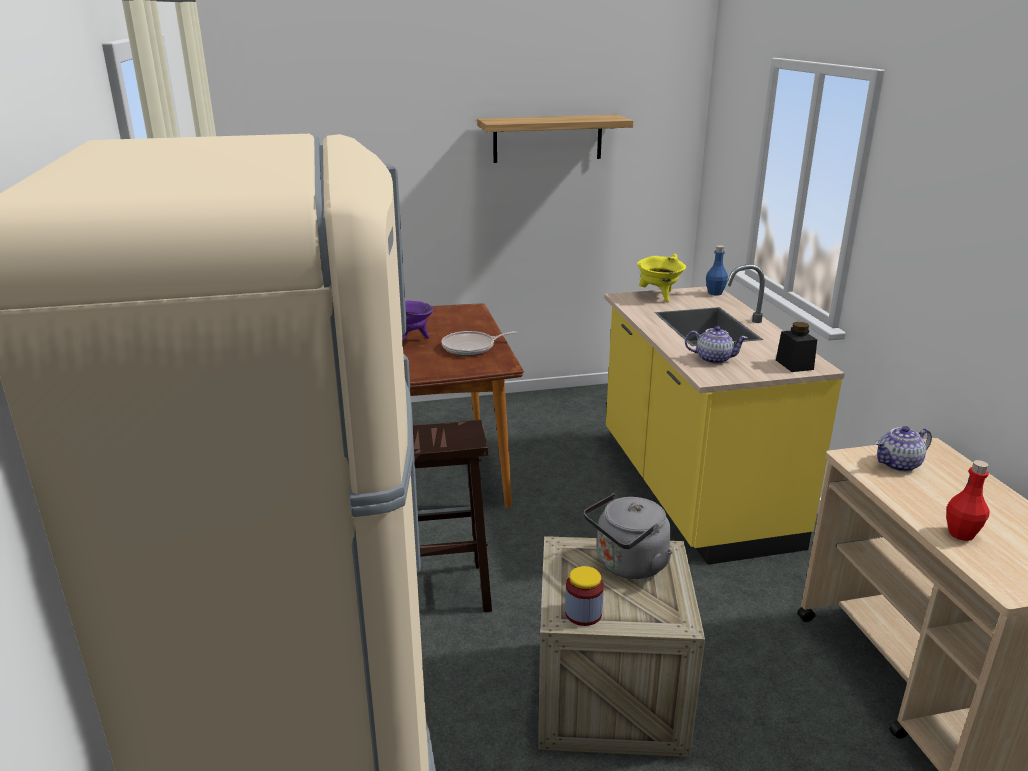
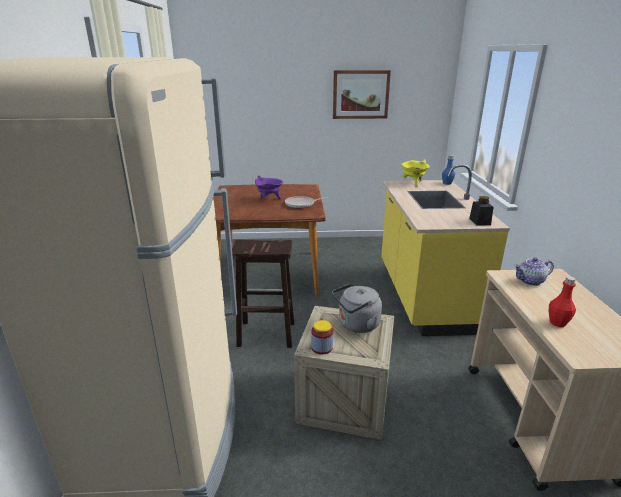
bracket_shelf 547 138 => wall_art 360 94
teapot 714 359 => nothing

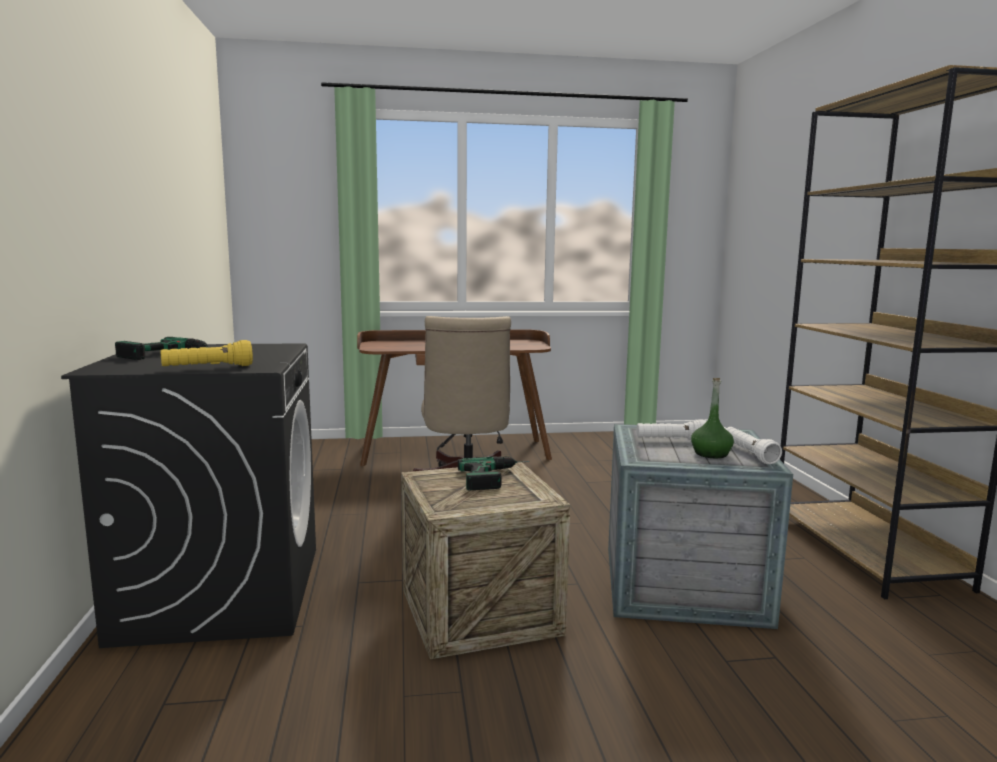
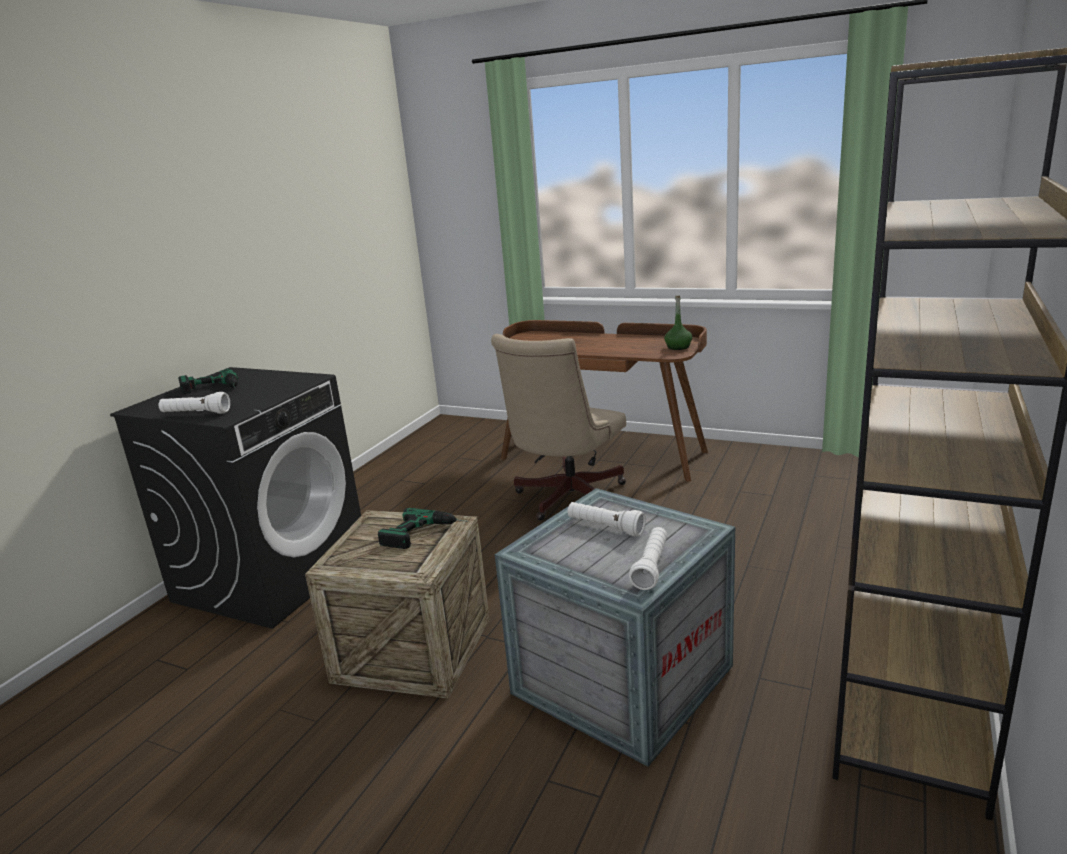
yellowish_flashlight 208 368 => whitish_flashlight 196 414
green-coloured_bottle 710 454 => green-coloured_bottle 678 347, move

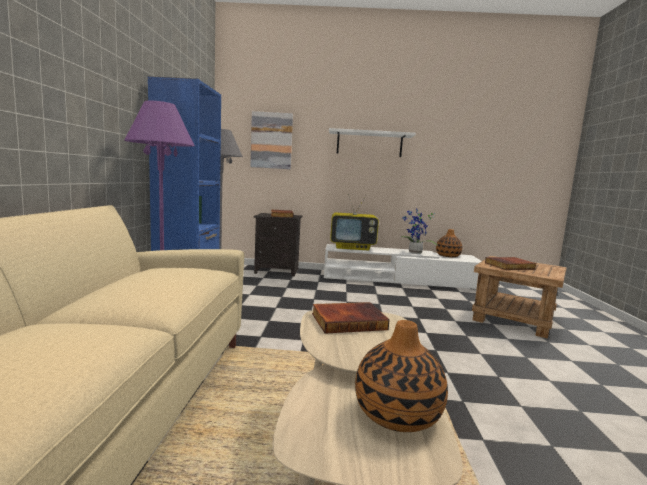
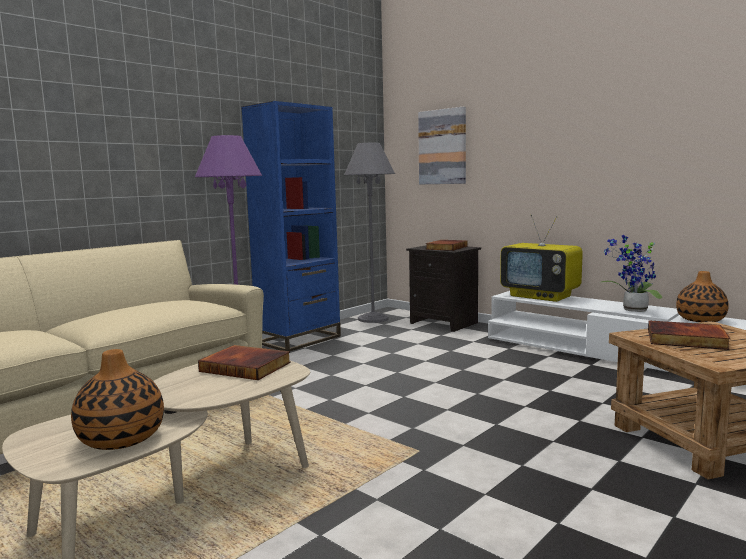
whitish_bracket_shelf 369 144 => nothing

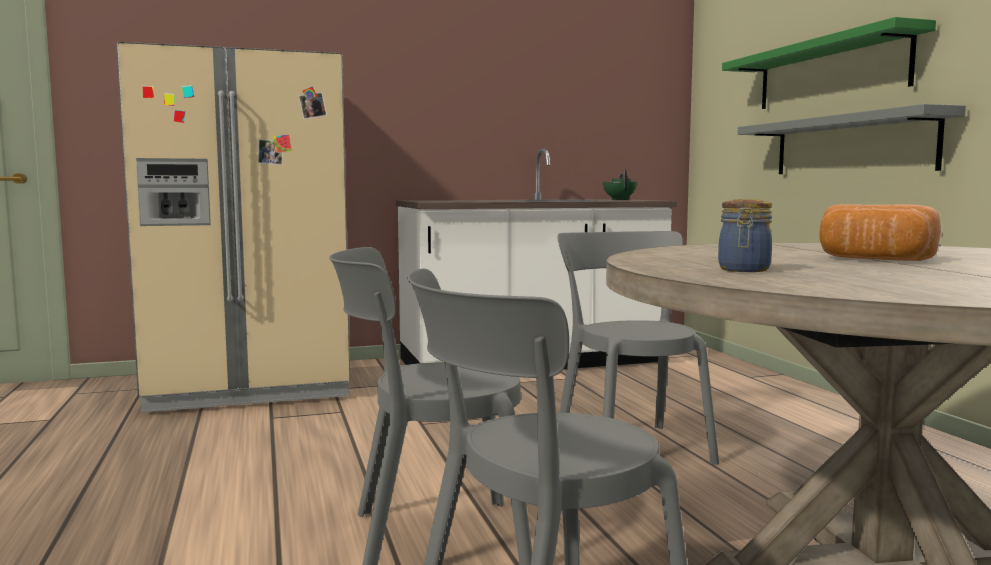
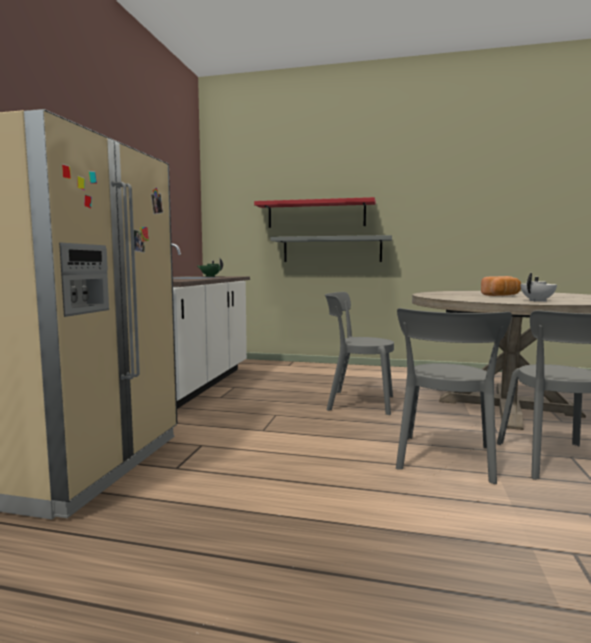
green-coloured_bracket_shelf 830 72 => reddish_bracket_shelf 316 214
preserve_jar 743 270 => whitish_teapot 537 301

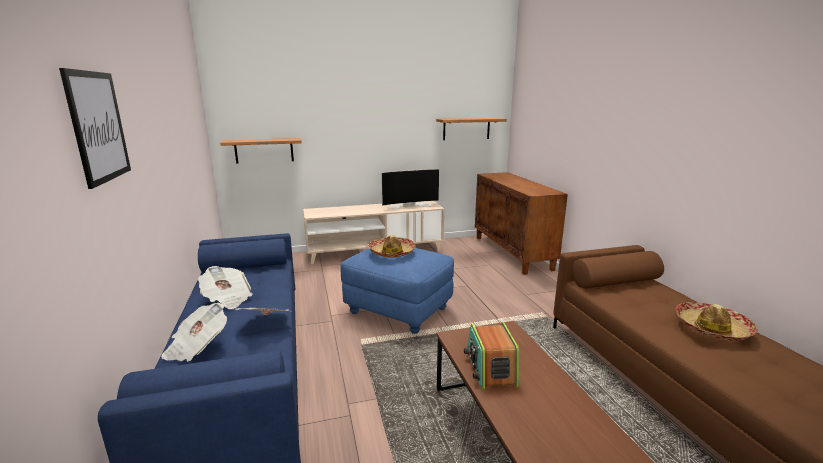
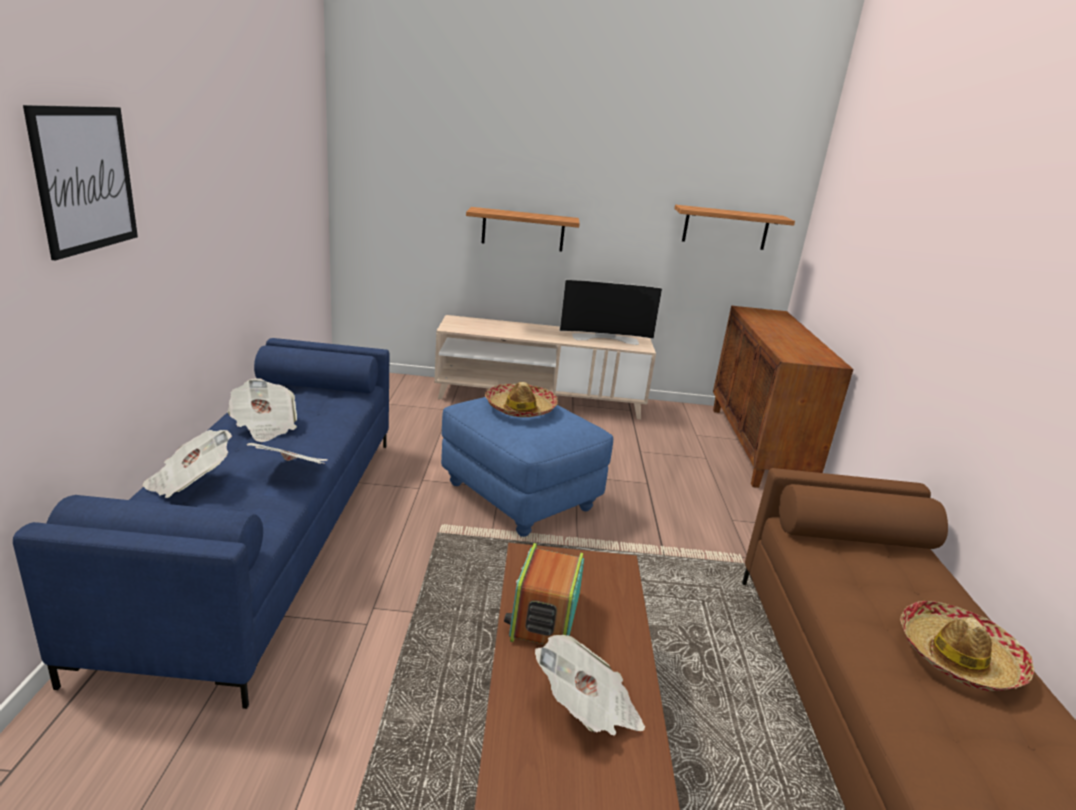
bracket_shelf 264 150 => bracket_shelf 523 229, move
nothing => newspaper 587 709

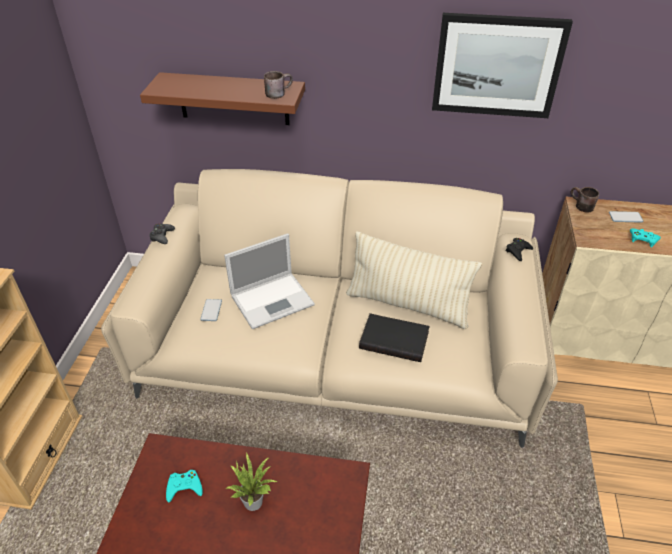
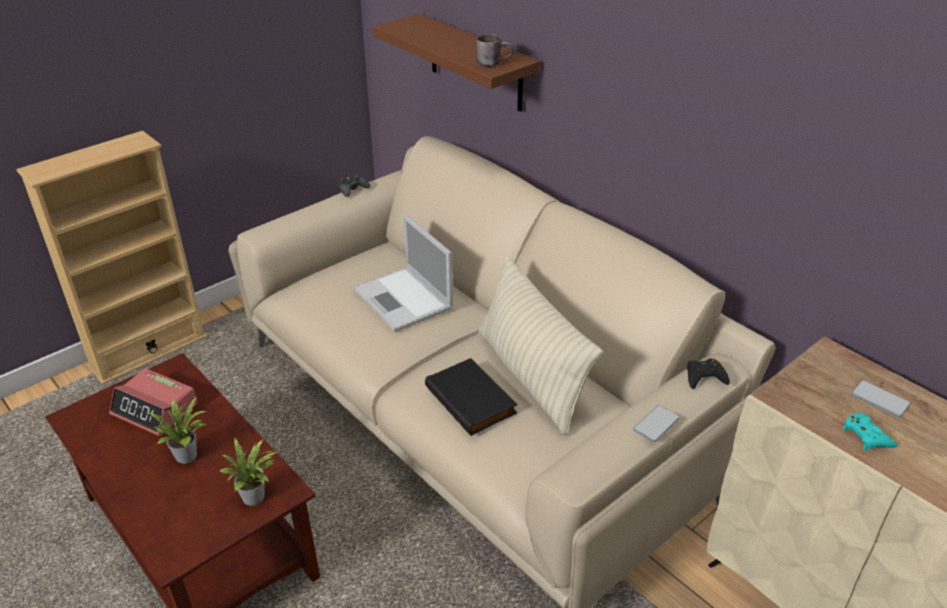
wall_art 497 66 => nothing
brown-coloured_mug 580 206 => nothing
portable_computer 273 299 => portable_computer 404 300, 45 degrees clockwise
telephone 211 310 => telephone 656 424, move
blue-green_game_controller 184 487 => bedside_clock 155 409
nothing => plant_in_a_pot 256 497

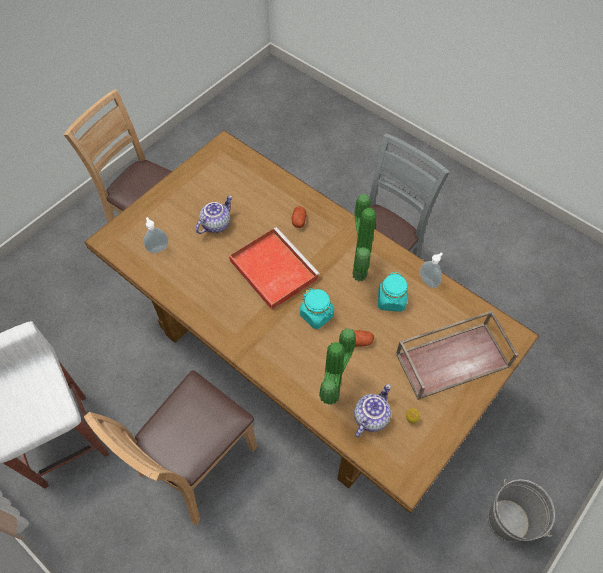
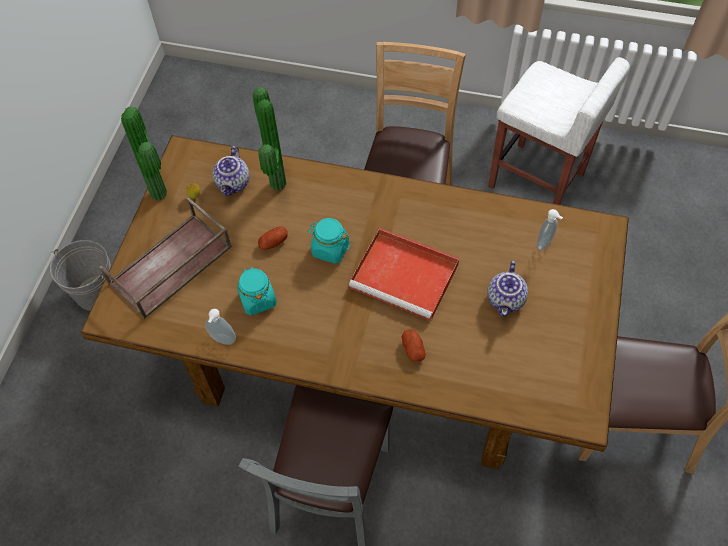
plant_in_a_pot 356 275 => plant_in_a_pot 161 192, move

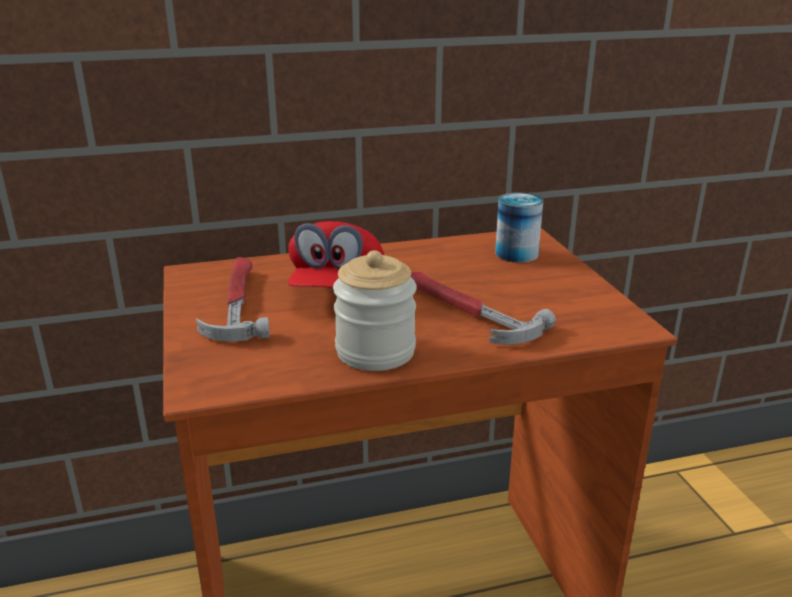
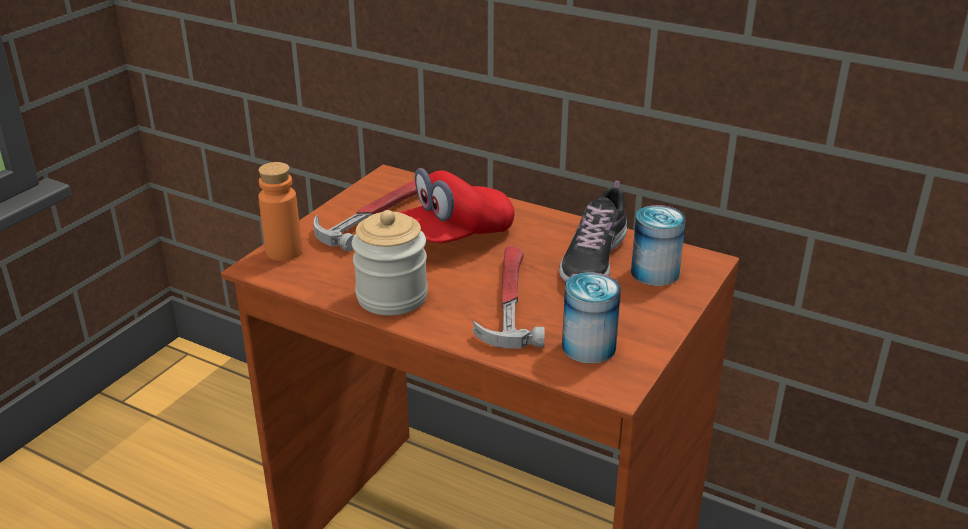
nothing => orangey_bottle 284 251
nothing => shoe 593 259
nothing => sealed_can 588 347

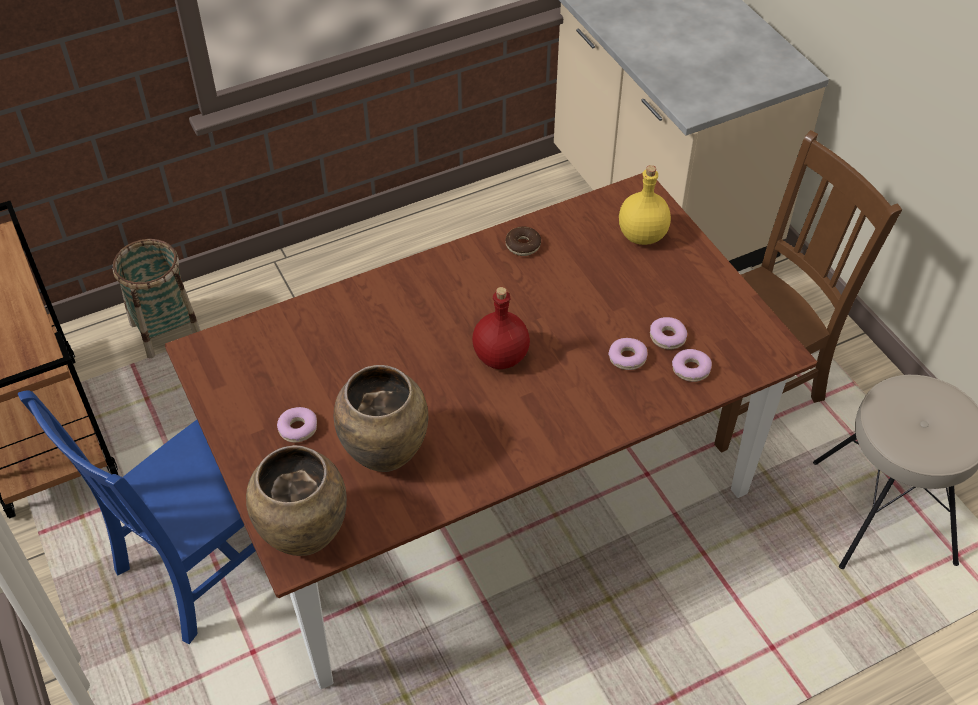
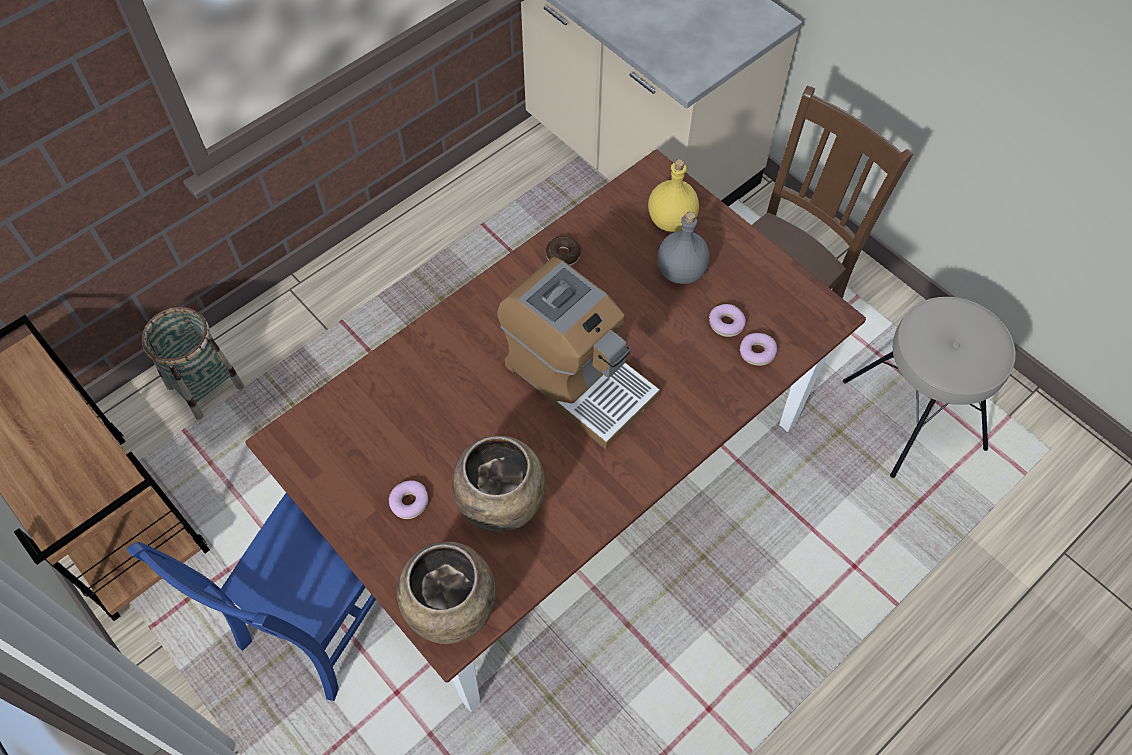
reddish_bottle 500 356 => coffee_machine 578 379
donut 627 358 => nothing
nothing => grey_bottle 682 272

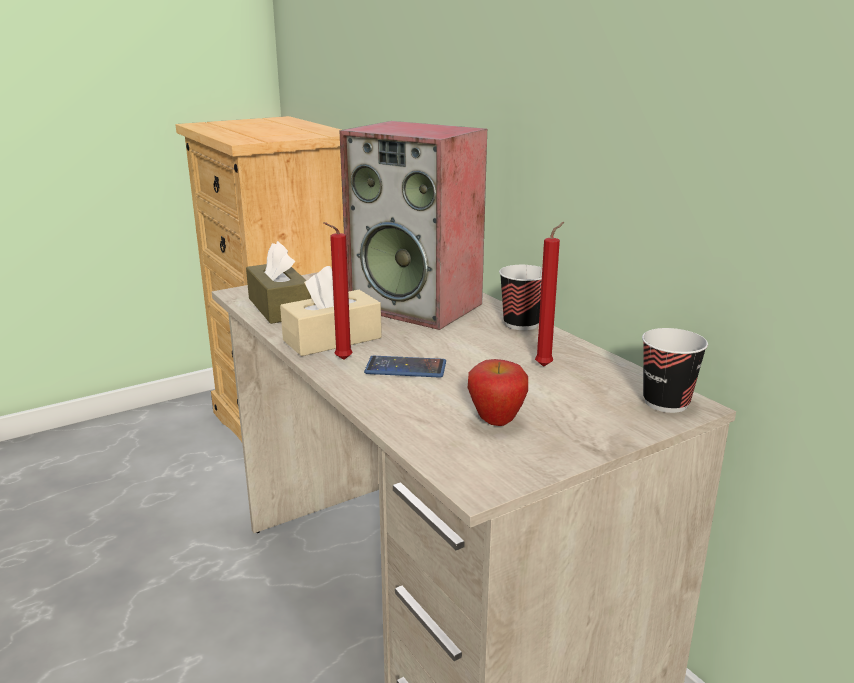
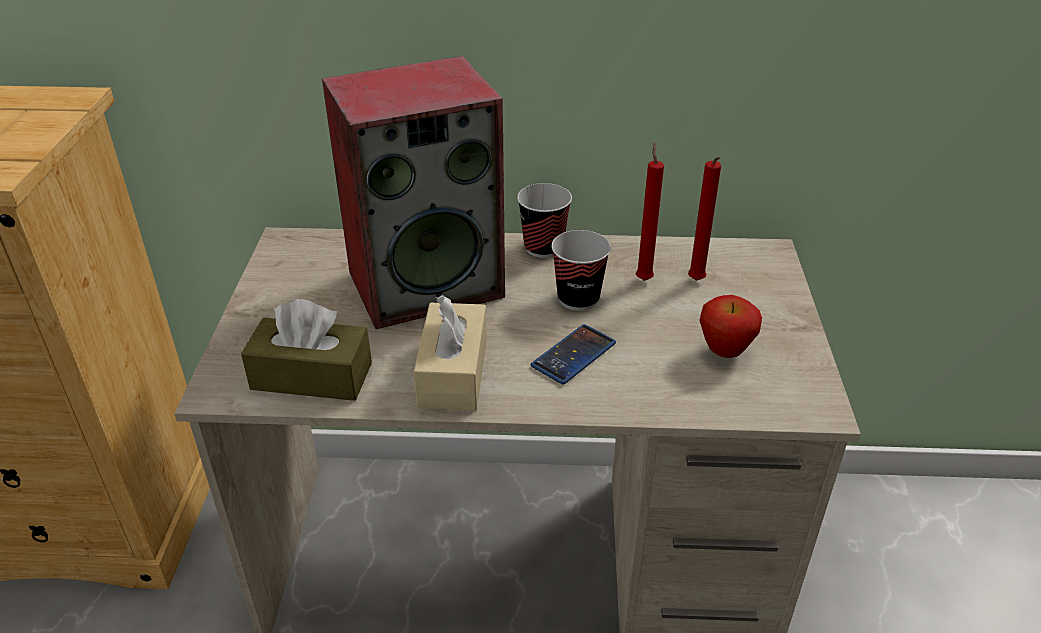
reddish_wax_light 341 360 => reddish_wax_light 696 282, move
drinking_cup 666 402 => drinking_cup 578 299, move

